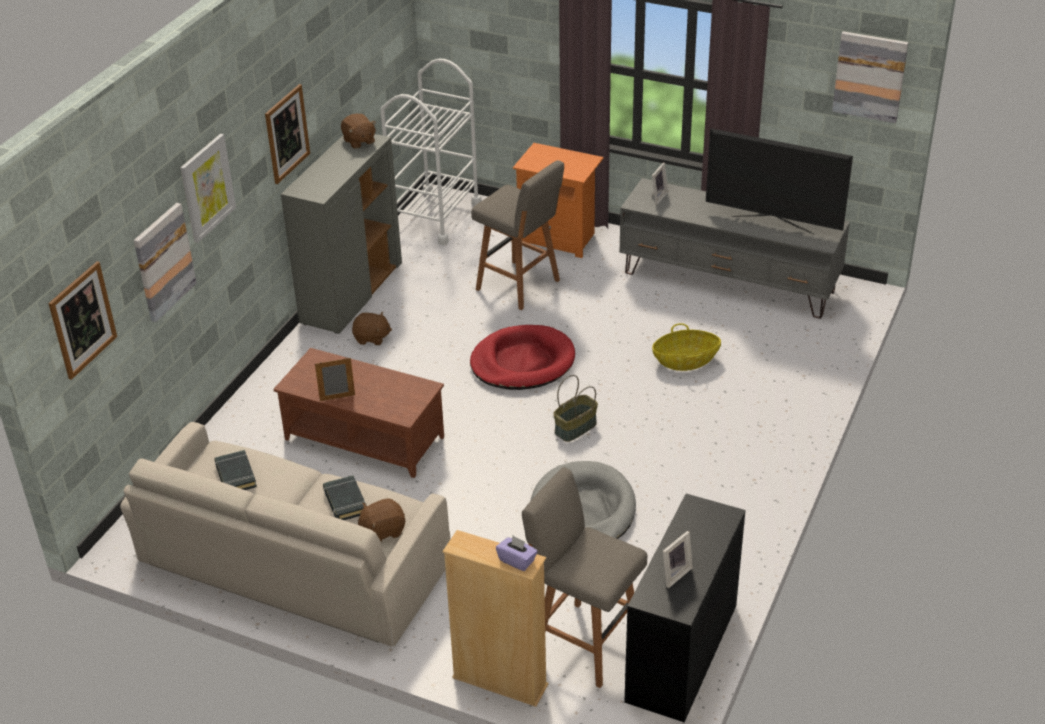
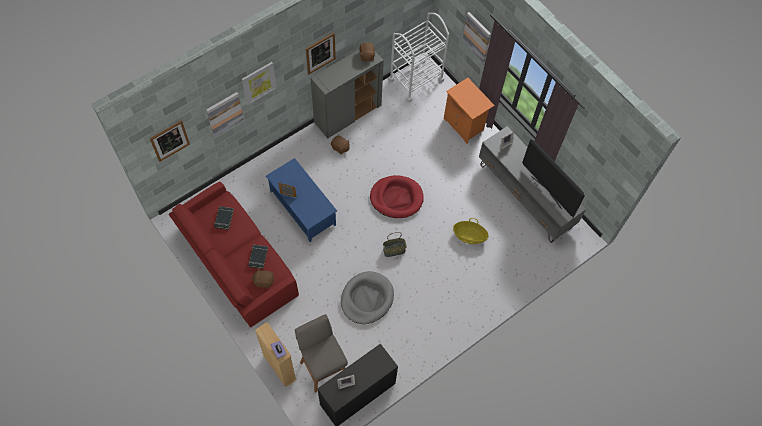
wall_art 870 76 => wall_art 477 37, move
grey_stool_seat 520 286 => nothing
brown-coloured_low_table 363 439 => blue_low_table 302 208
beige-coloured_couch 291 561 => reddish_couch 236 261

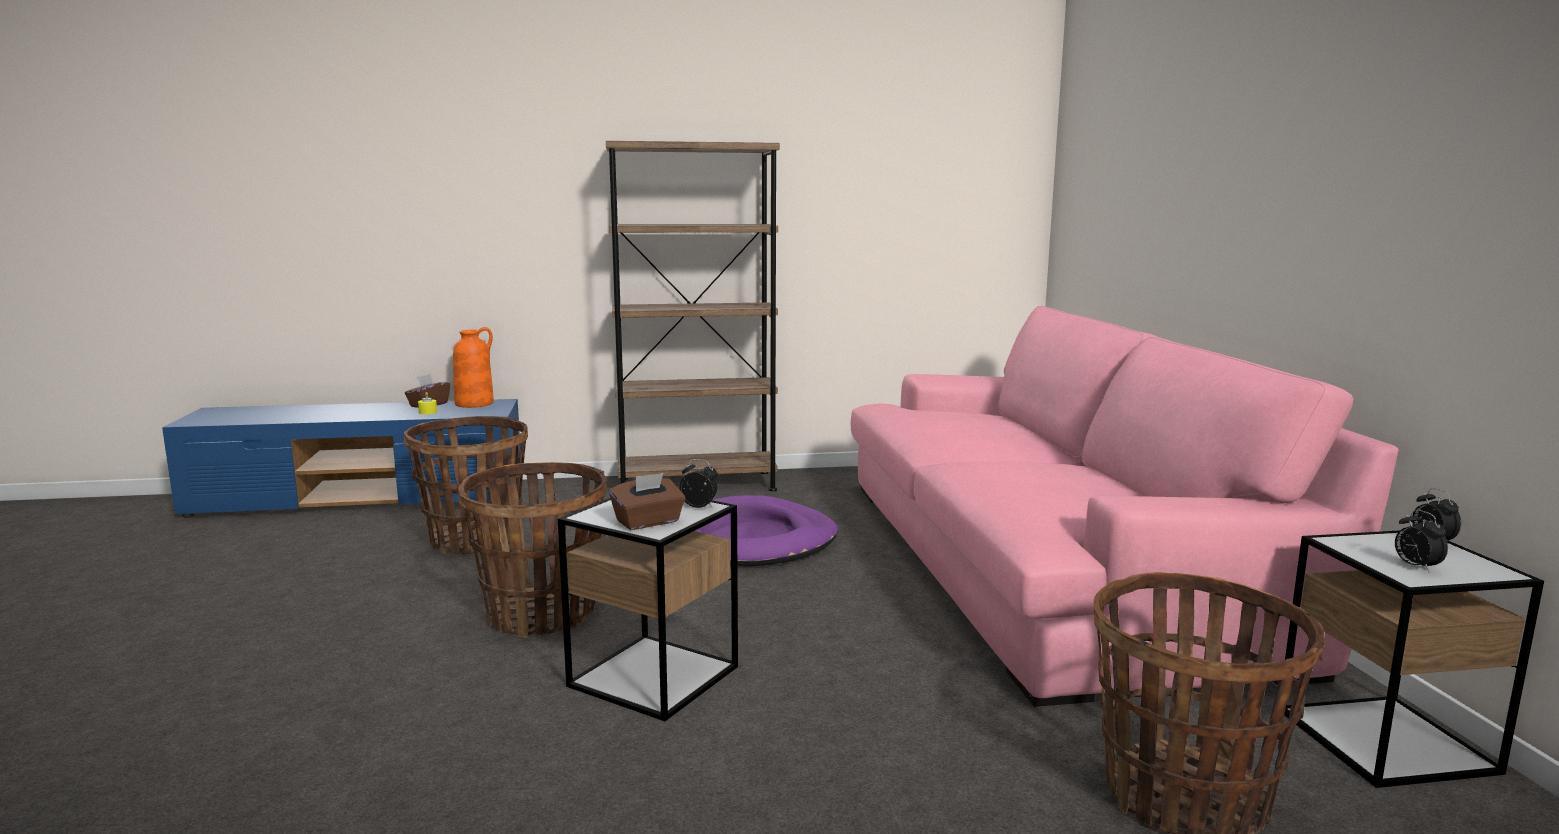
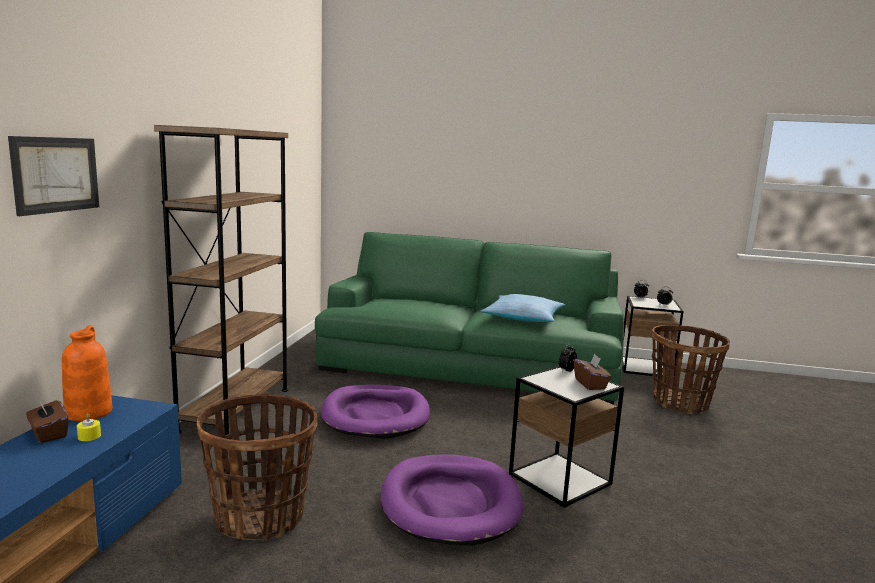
pink-coloured_couch 1044 562 => green-coloured_couch 470 363
household_basket 541 614 => purple_dog_bed 450 503
nothing => wall_art 56 174
nothing => cushion 523 318

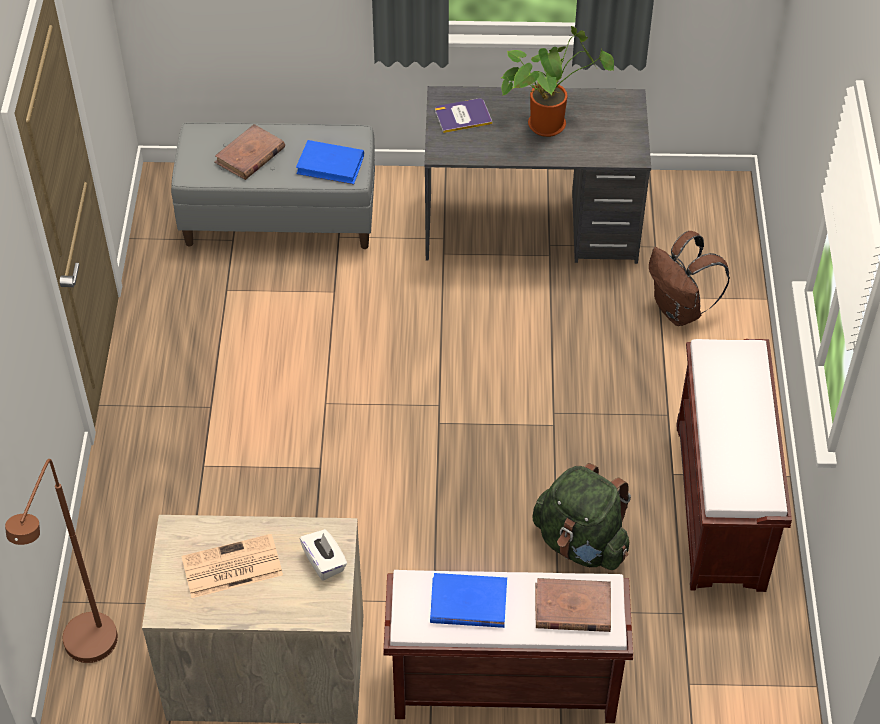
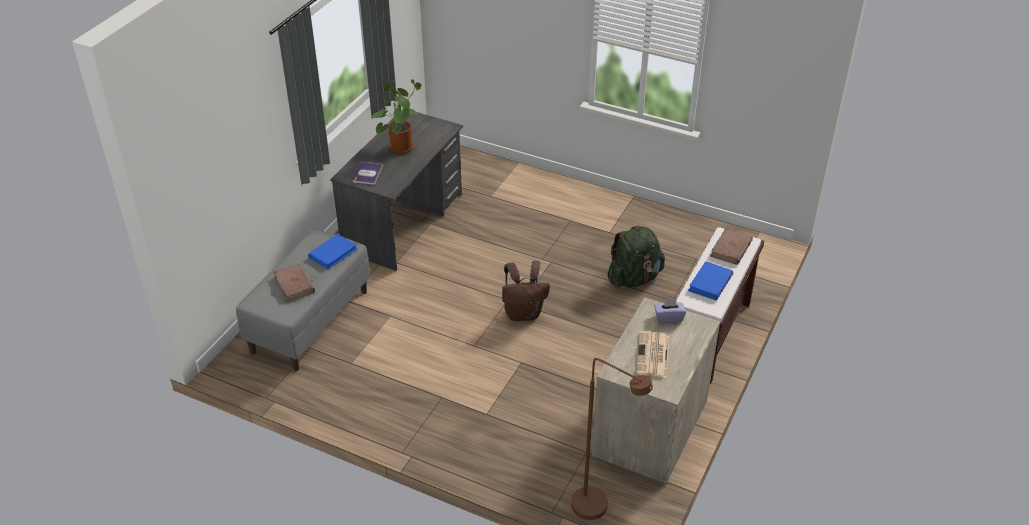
brown-coloured_backpack 680 311 => brown-coloured_backpack 524 313, move
brown-coloured_indoor_bench 721 506 => nothing
whitish_tissue_holder 324 562 => purple_tissue_holder 668 317

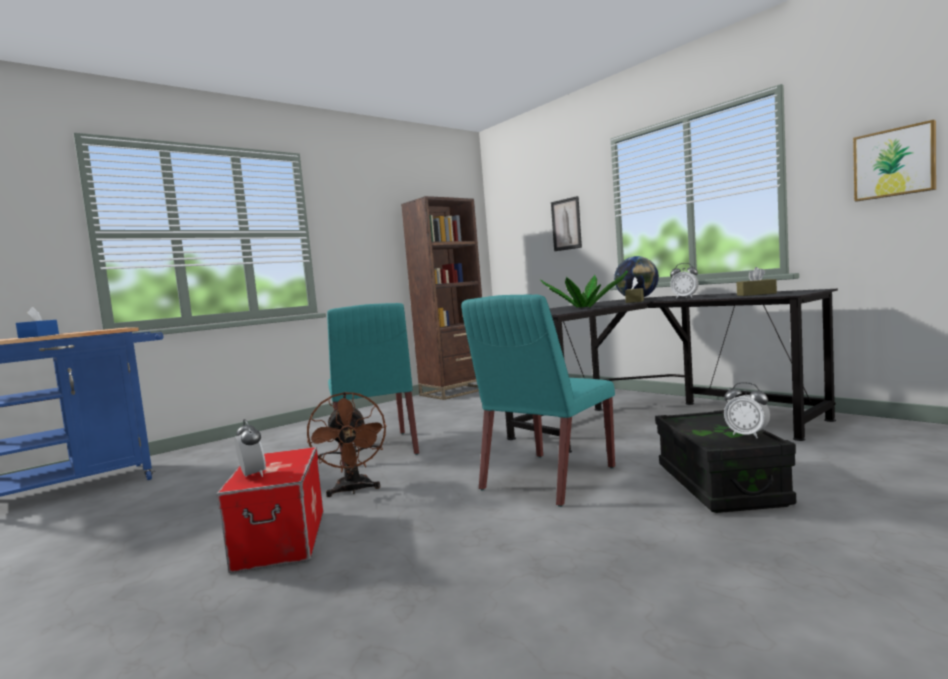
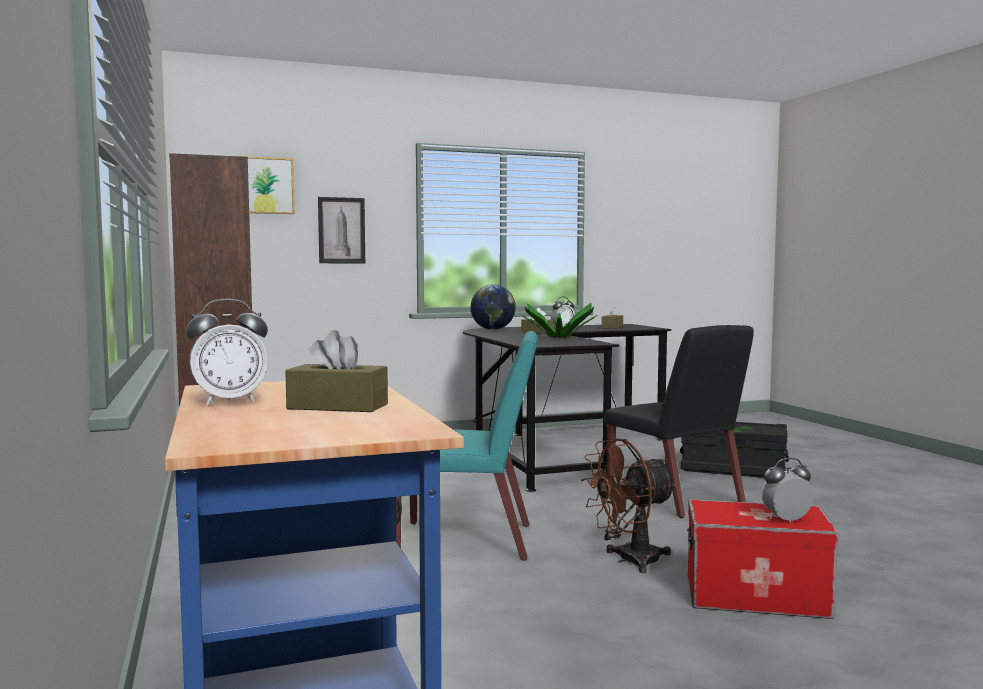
wall_art 894 163 => wall_art 265 185, move
blue-green_chair 547 479 => black-coloured_chair 675 498
blue_tissue_holder 39 336 => brown-coloured_tissue_holder 338 406
bedside_clock 747 435 => bedside_clock 229 401, move
brown-coloured_cooling_fan 353 490 => brown-coloured_cooling_fan 629 561, 150 degrees clockwise

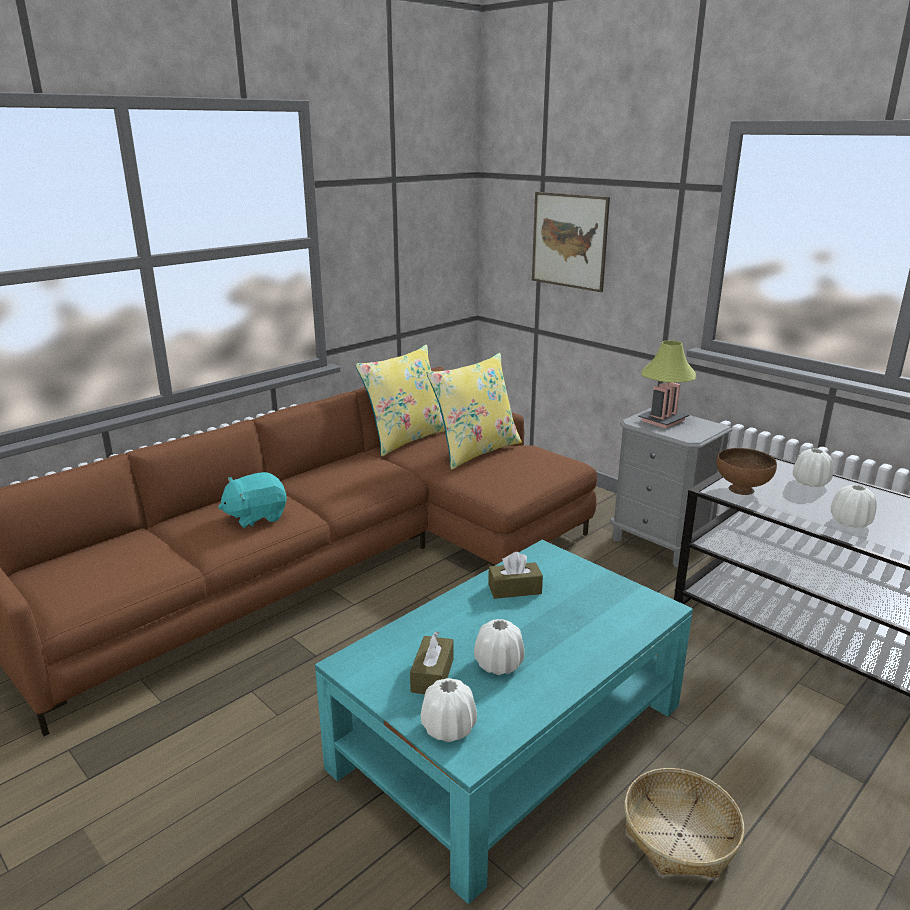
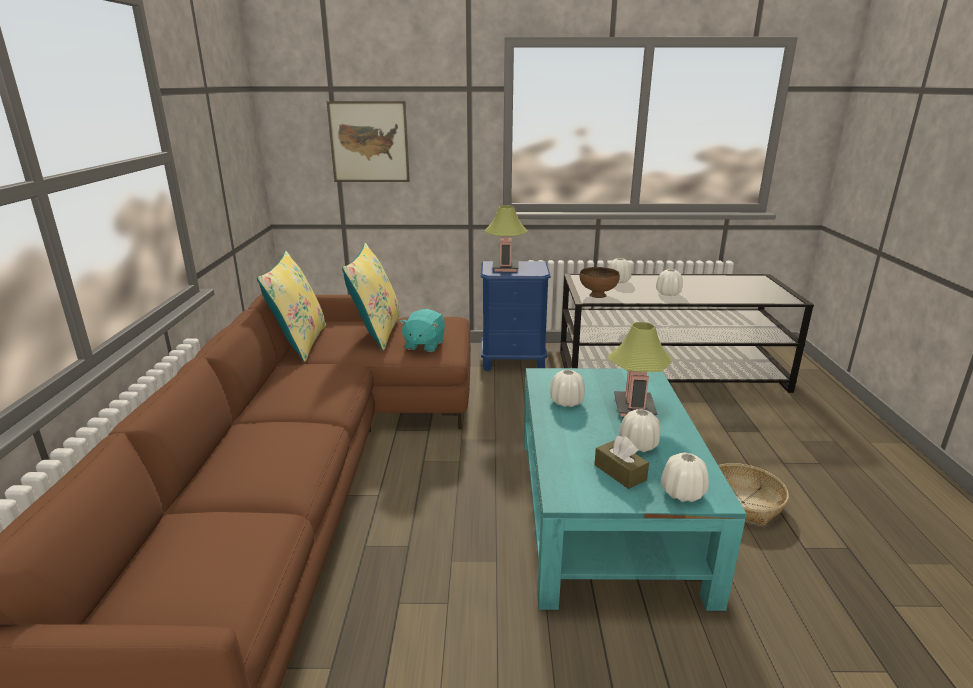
grey_night_table 660 543 => blue_night_table 513 361
blue-green_cuddly_toy 256 516 => blue-green_cuddly_toy 424 345, move
brown-coloured_tissue_holder 514 589 => whitish_vase 566 402
nothing => lamp_for_a_table 634 407

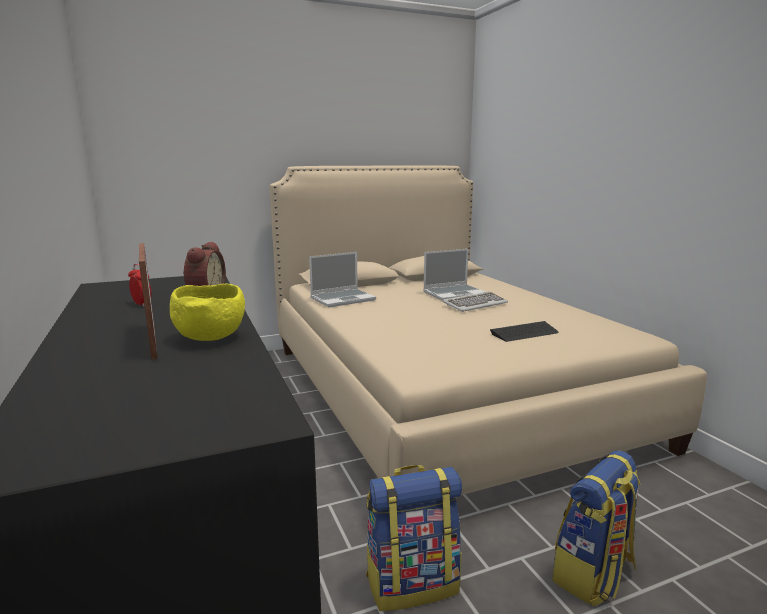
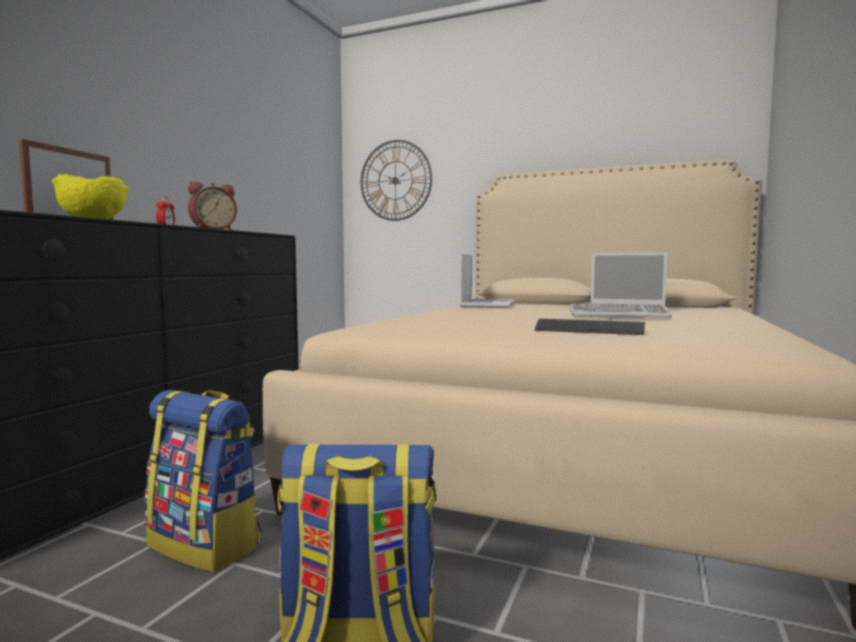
portable_computer 343 299 => portable_computer 487 305, 90 degrees counterclockwise
nothing => clock_on_the_wall 395 180

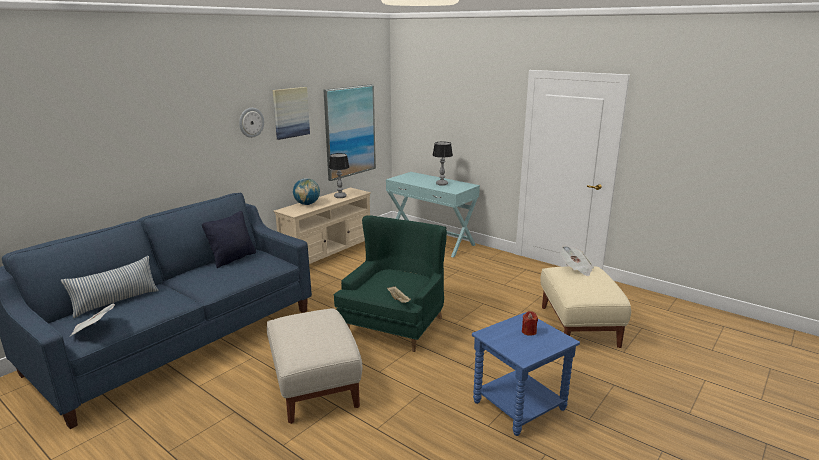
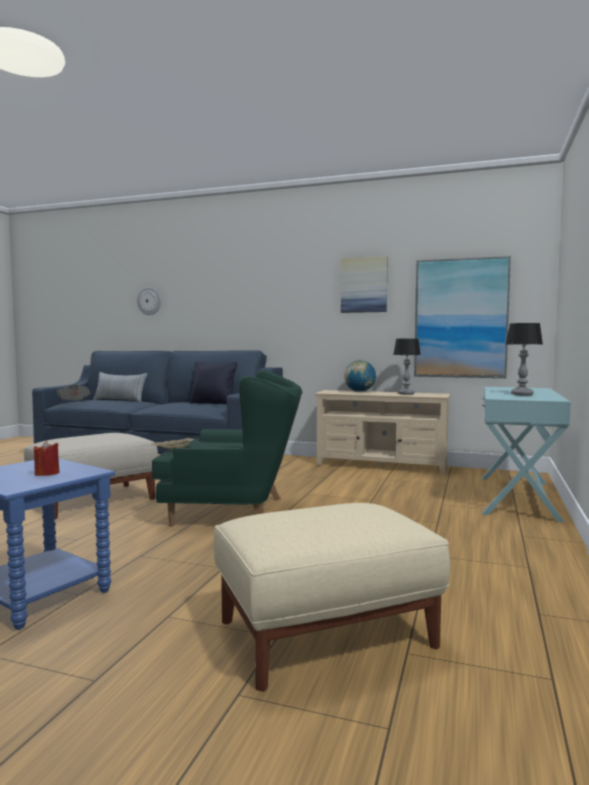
clock_on_the_wall 251 122 => clock_on_the_wall 149 301, move
newspaper 576 269 => nothing

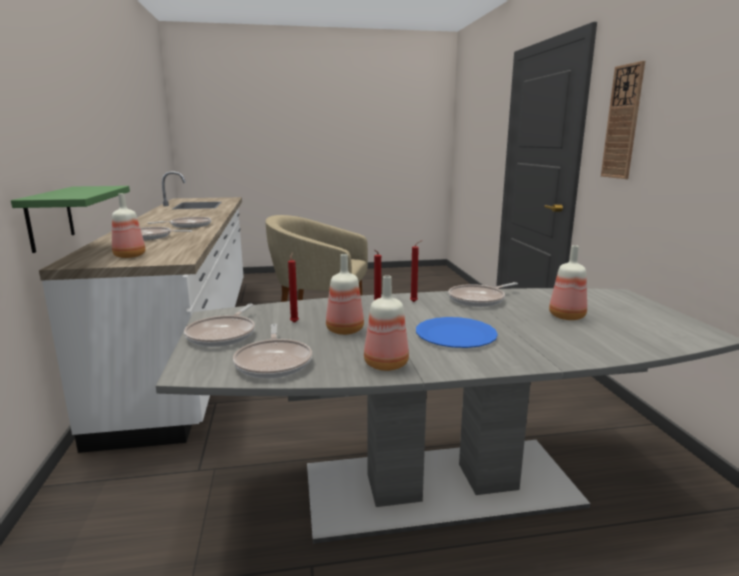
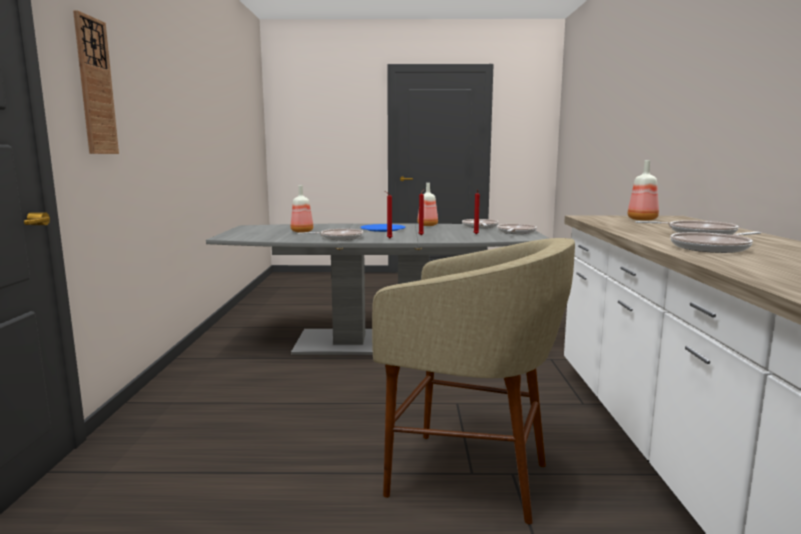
green-coloured_bracket_shelf 49 218 => nothing
bottle 343 330 => nothing

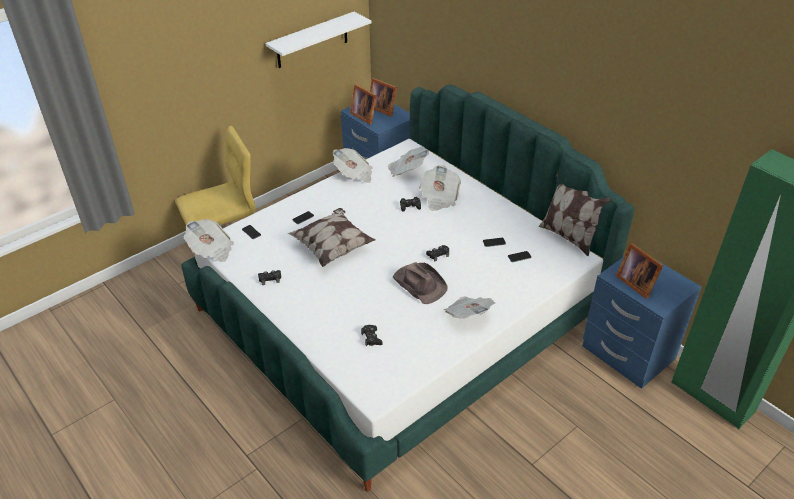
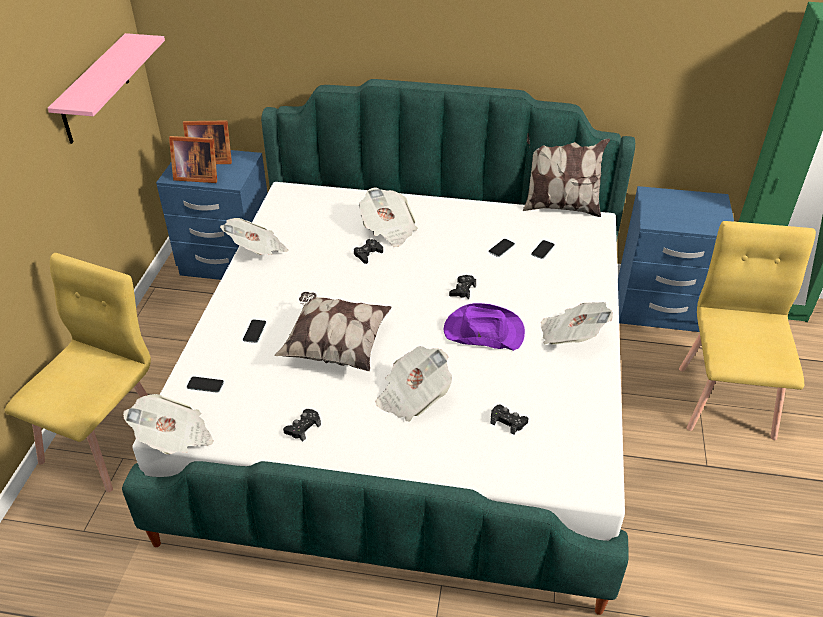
whitish_bracket_shelf 312 40 => pink-coloured_bracket_shelf 94 89
newspaper 407 170 => newspaper 412 397, move
picture_frame 635 282 => nothing
brown-coloured_hat 419 284 => purple_hat 483 331
nothing => yellowish_chair 726 401

